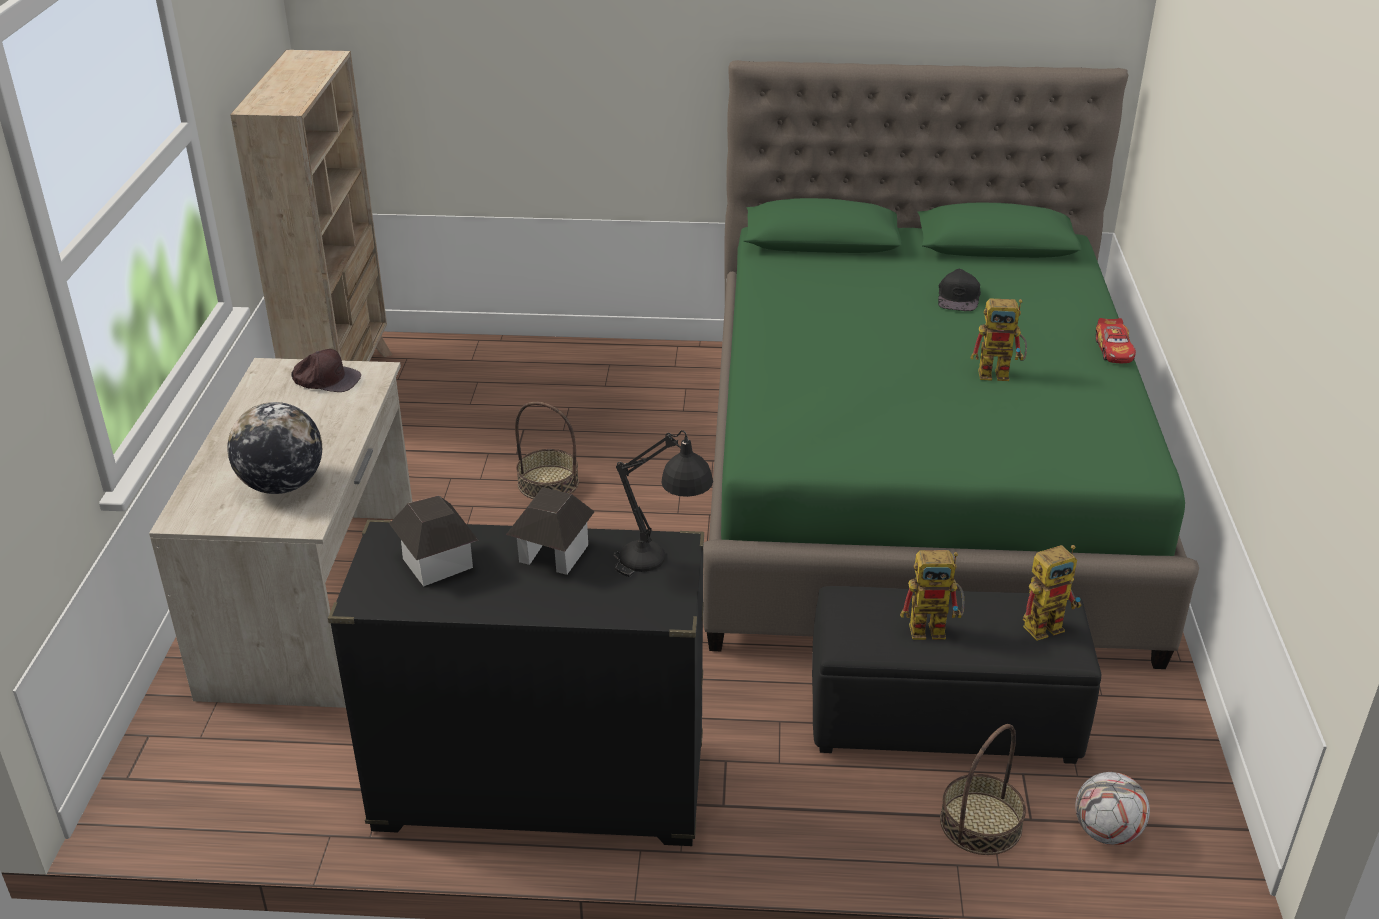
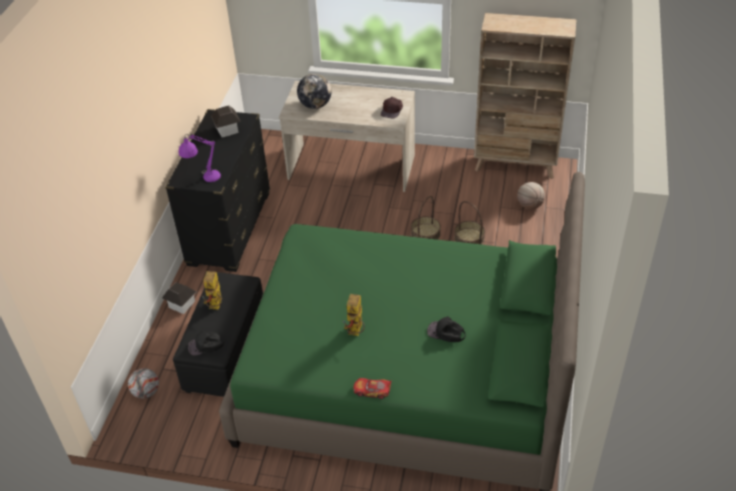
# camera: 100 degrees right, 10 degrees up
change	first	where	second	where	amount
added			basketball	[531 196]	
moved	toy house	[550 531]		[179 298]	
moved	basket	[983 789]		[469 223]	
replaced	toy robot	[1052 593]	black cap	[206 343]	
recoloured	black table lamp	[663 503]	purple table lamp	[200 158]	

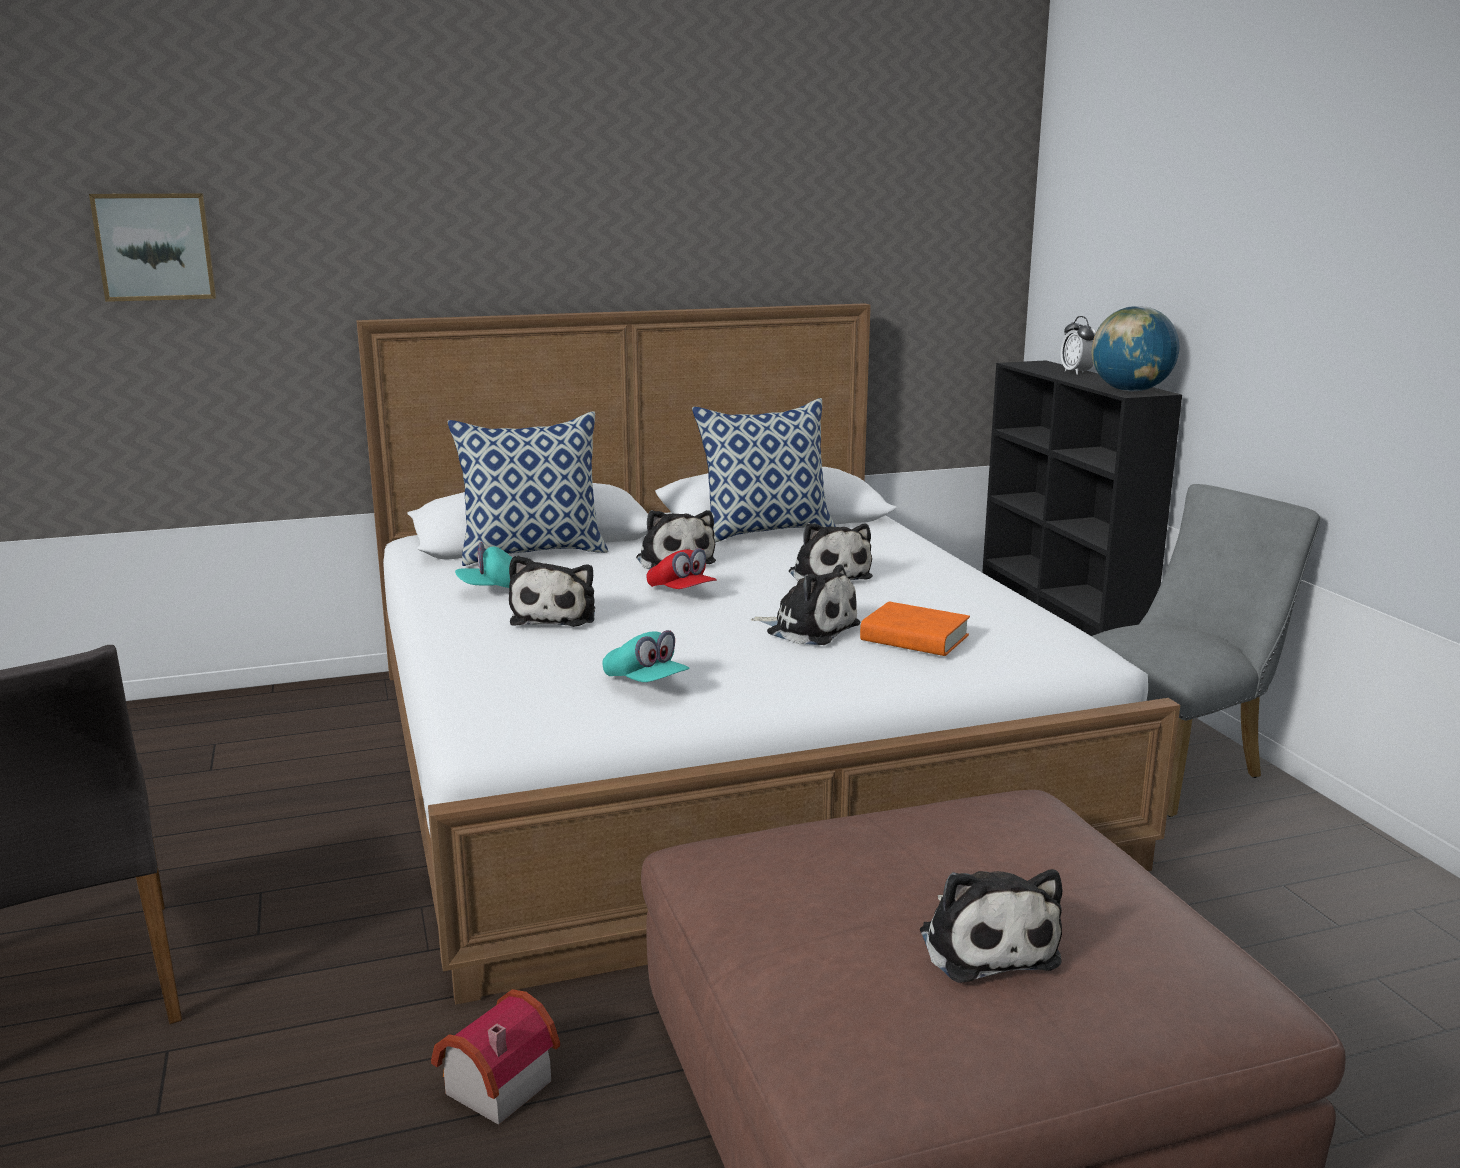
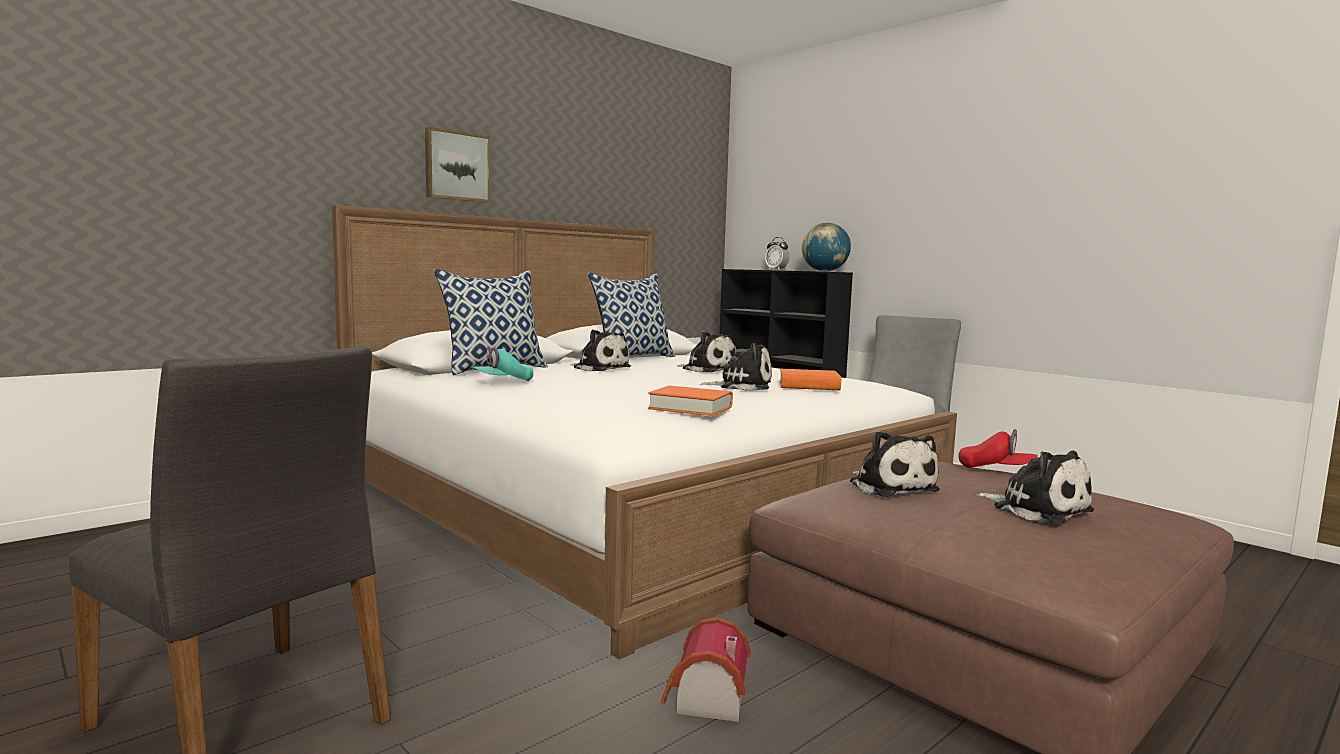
# camera: 25 degrees left, 10 degrees down
change	first	where	second	where	amount
moved	picture	[152 247]		[458 165]	
moved	plush toy	[552 591]		[895 464]	
moved	red cap	[682 568]		[998 448]	
replaced	turquoise cap	[646 656]	orange book	[690 401]	

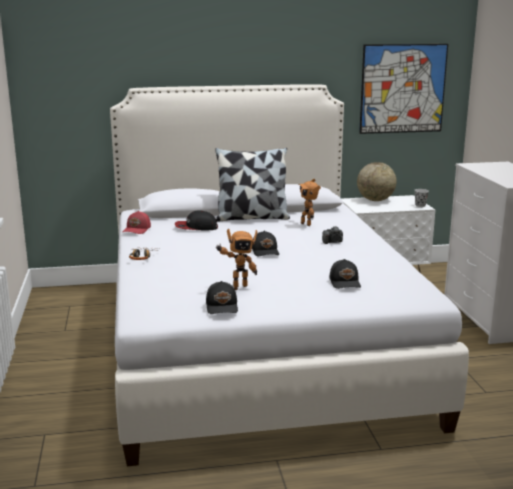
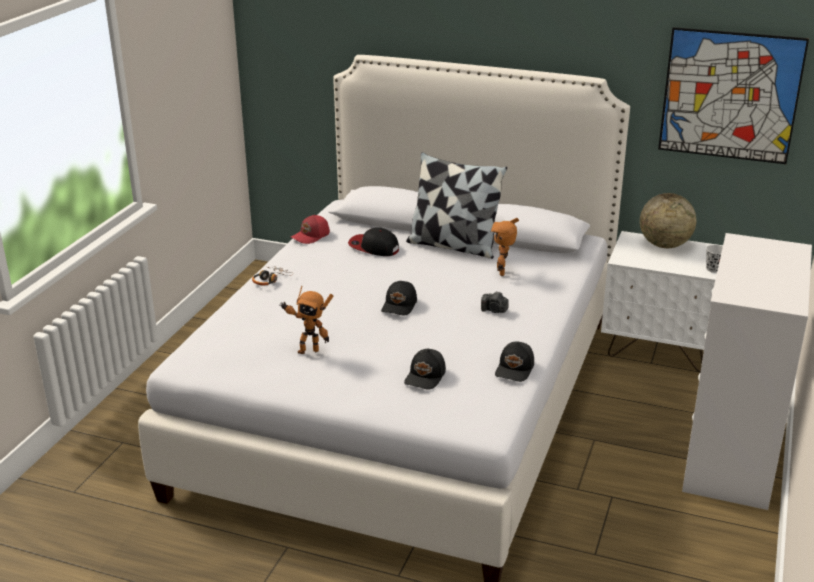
# camera: 30 degrees right, 10 degrees up
change	first	where	second	where	amount
moved	black cap	[222 297]		[514 361]	

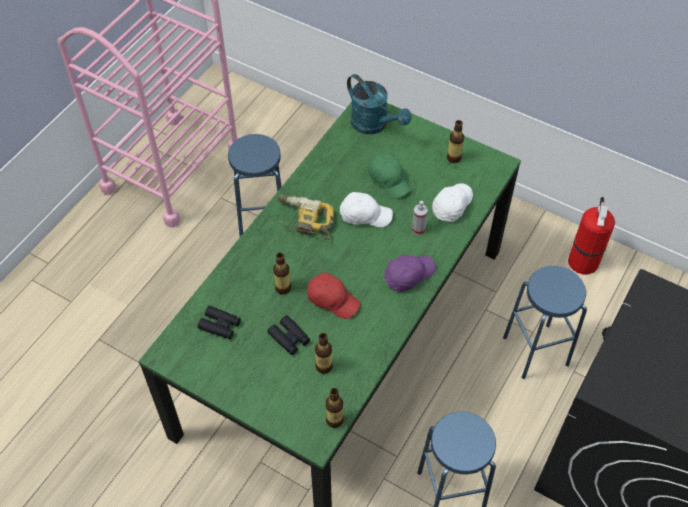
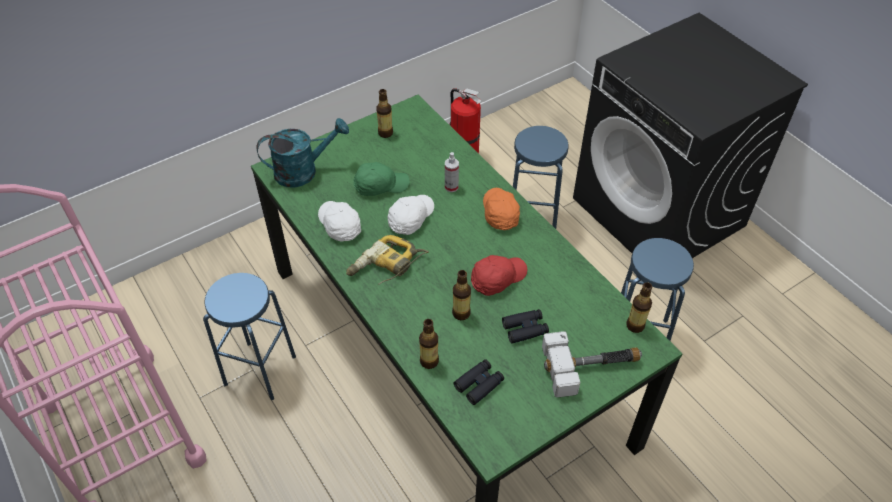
# camera: 65 degrees left, 5 degrees down
change	first	where	second	where	amount
added			hammer	[592 364]	
moved	bottle	[324 353]		[429 344]	
moved	white cap	[452 202]		[339 221]	
recoloured	purple cap	[410 273]	orange cap	[501 209]	

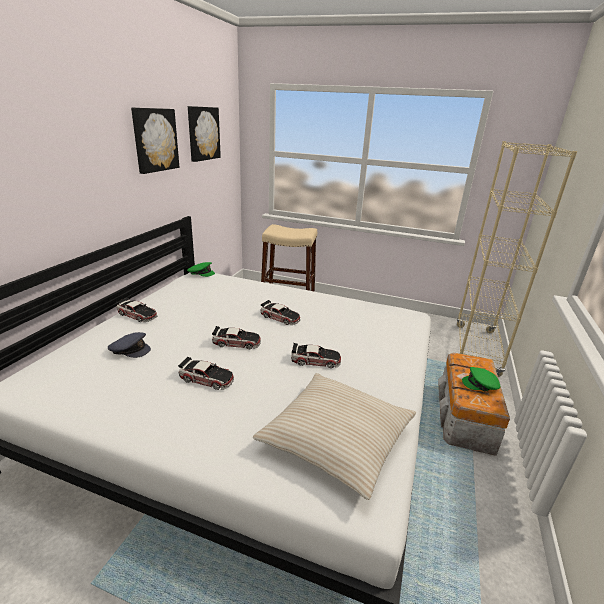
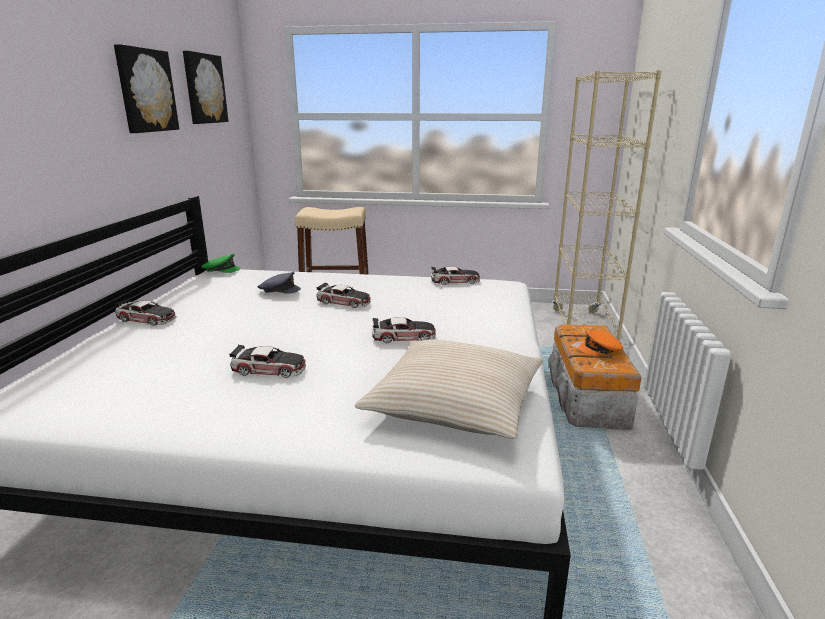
# camera: 10 degrees left, 5 degrees down
change	first	where	second	where	amount
moved	grey cap	[129 345]		[279 283]	
moved	toy car	[236 337]		[455 275]	
recoloured	green cap	[481 379]	orange cap	[600 342]	

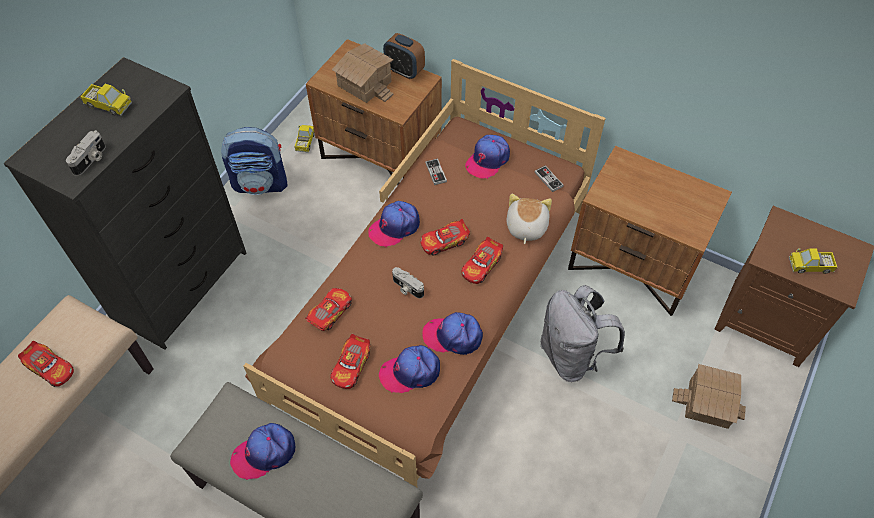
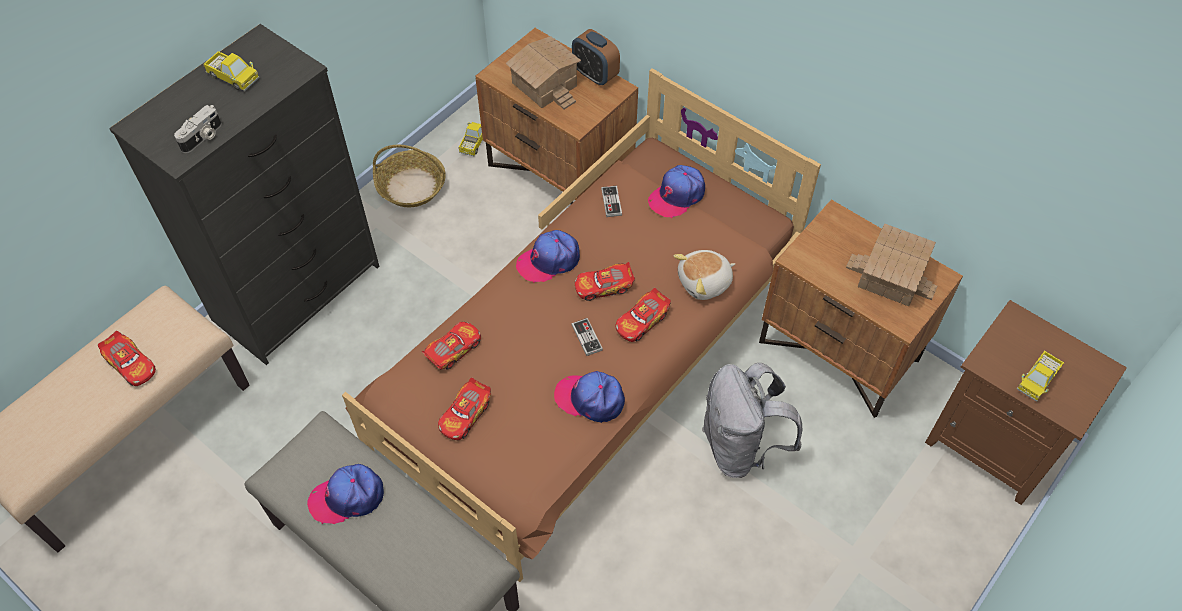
# camera: 10 degrees right, 0 degrees up
change	first	where	second	where	amount
removed	cap	[409 369]			
removed	photo camera	[408 282]			
moved	game controller	[549 178]		[587 337]	
moved	toy house	[709 396]		[891 265]	
replaced	backpack	[254 161]	basket	[409 176]	
turned	plush toy	[529 219]		[704 275]	135 degrees counterclockwise
turned	toy truck	[813 261]		[1040 376]	60 degrees counterclockwise

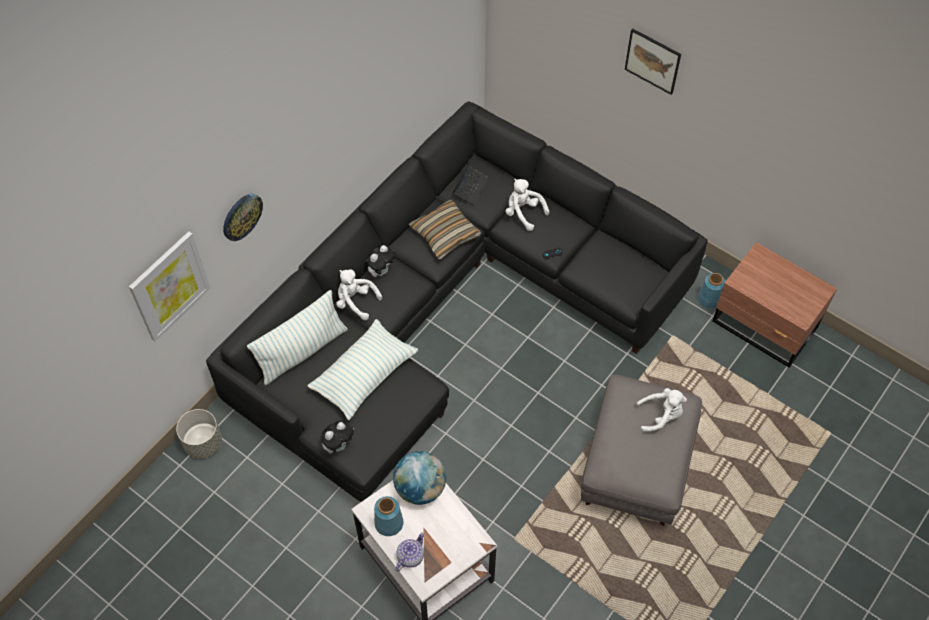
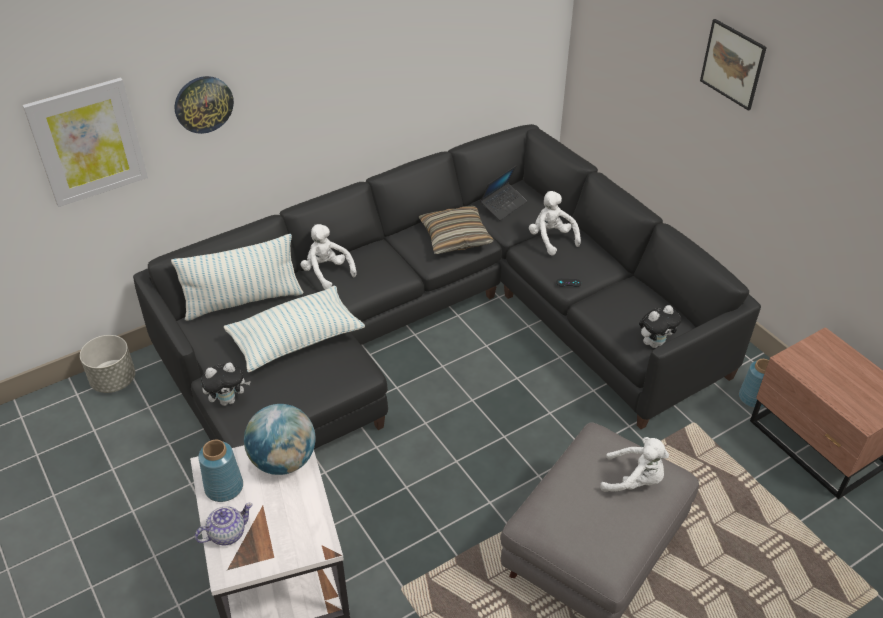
# camera: 20 degrees right, 15 degrees down
change	first	where	second	where	amount
moved	plush toy	[380 261]		[660 326]	

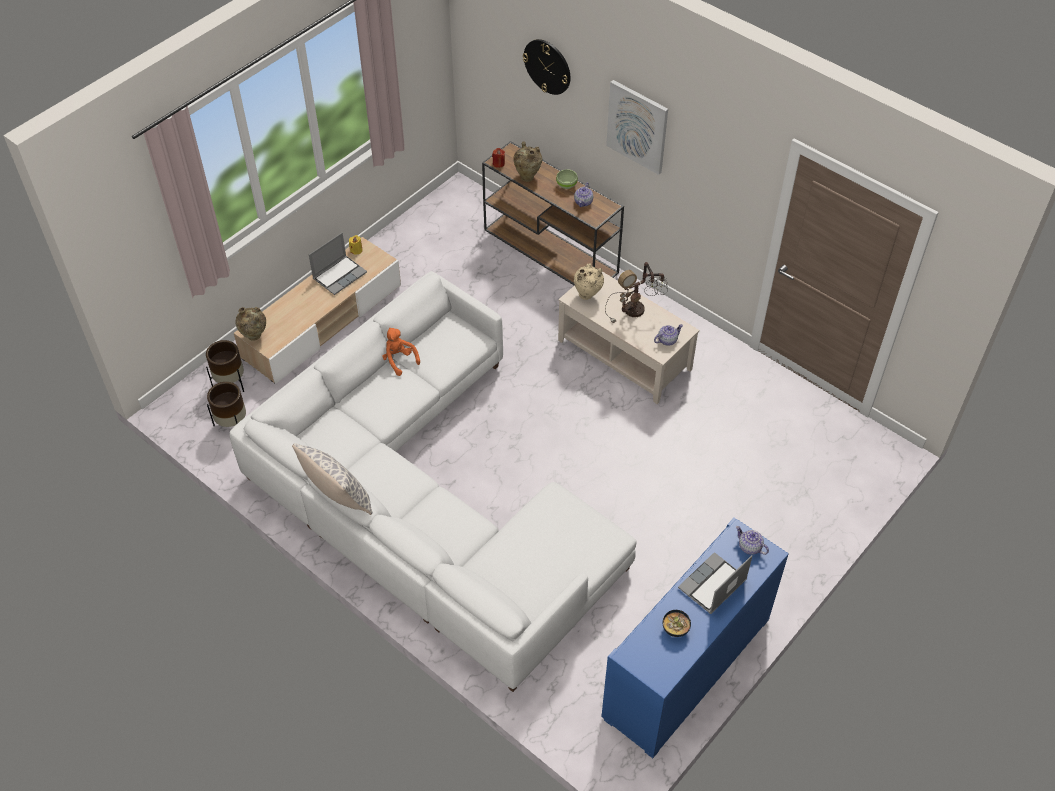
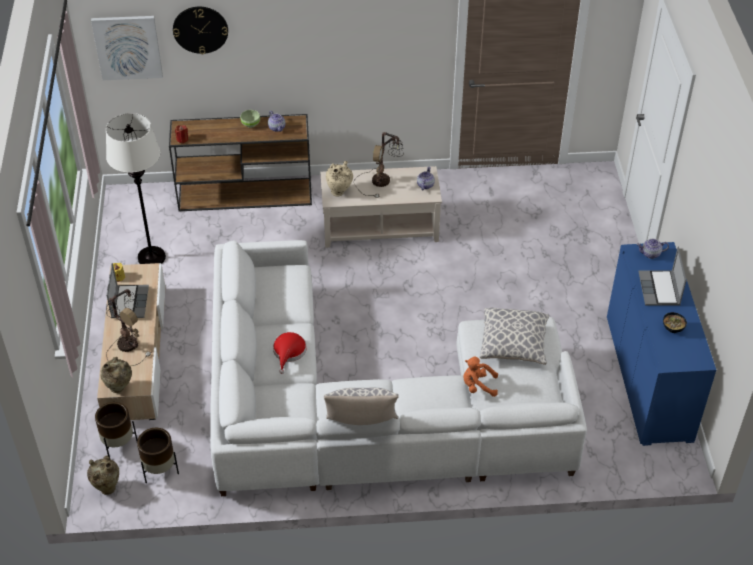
# camera: 45 degrees left, 5 degrees down
change	first	where	second	where	amount
added			white floor lamp	[136 188]	
added			table lamp	[128 327]	
added			red hat	[289 353]	
added			pillow	[514 336]	
moved	orange plush toy	[401 351]		[480 376]	
moved	beige vase	[527 161]		[103 475]	
moved	picture	[637 127]		[127 48]	

